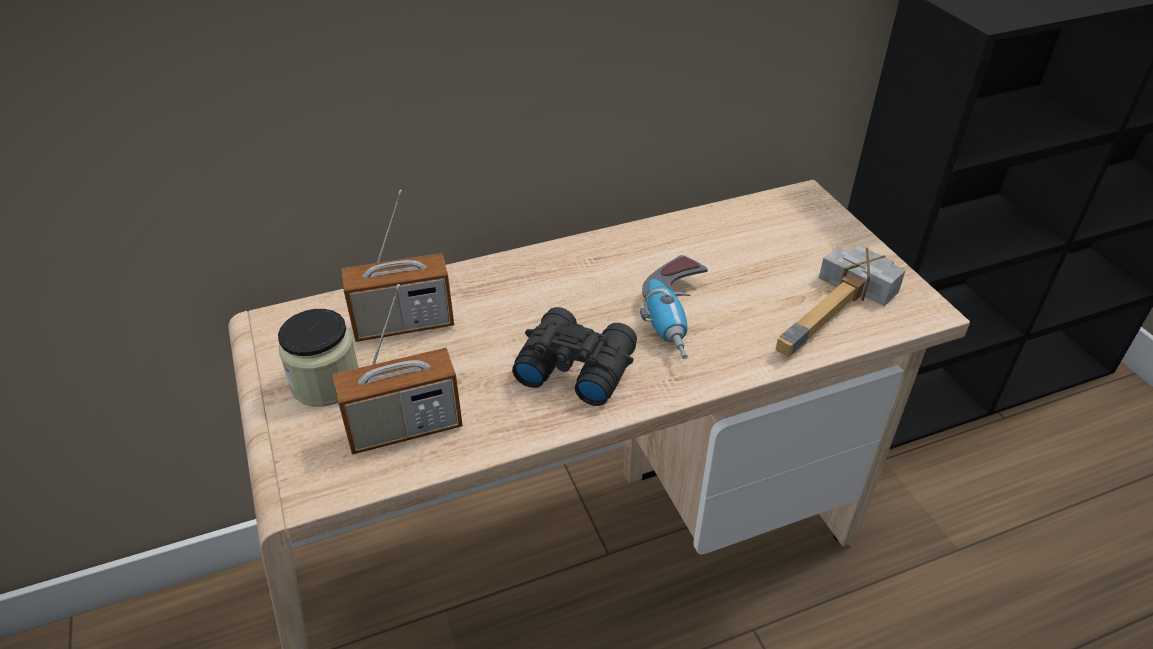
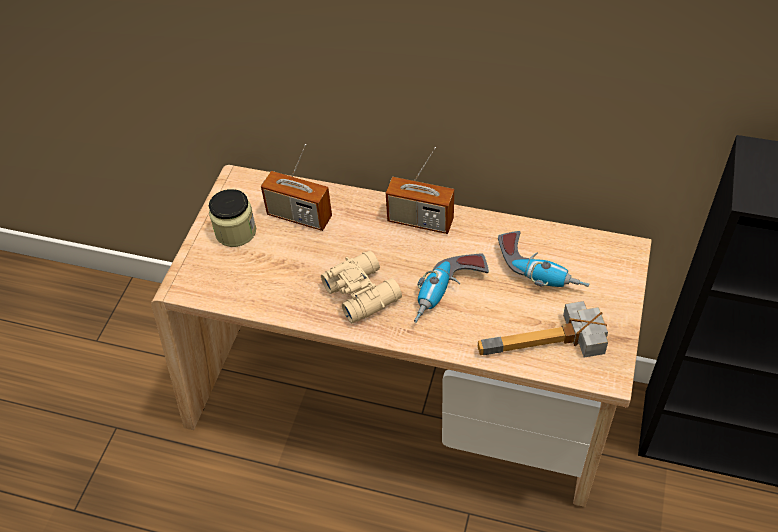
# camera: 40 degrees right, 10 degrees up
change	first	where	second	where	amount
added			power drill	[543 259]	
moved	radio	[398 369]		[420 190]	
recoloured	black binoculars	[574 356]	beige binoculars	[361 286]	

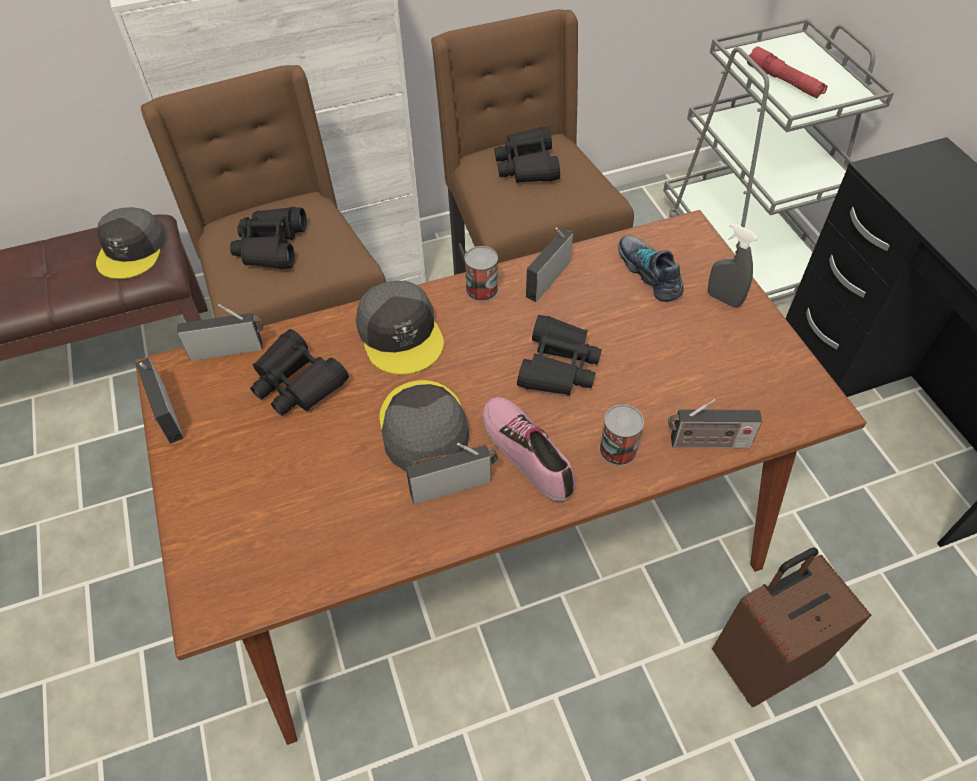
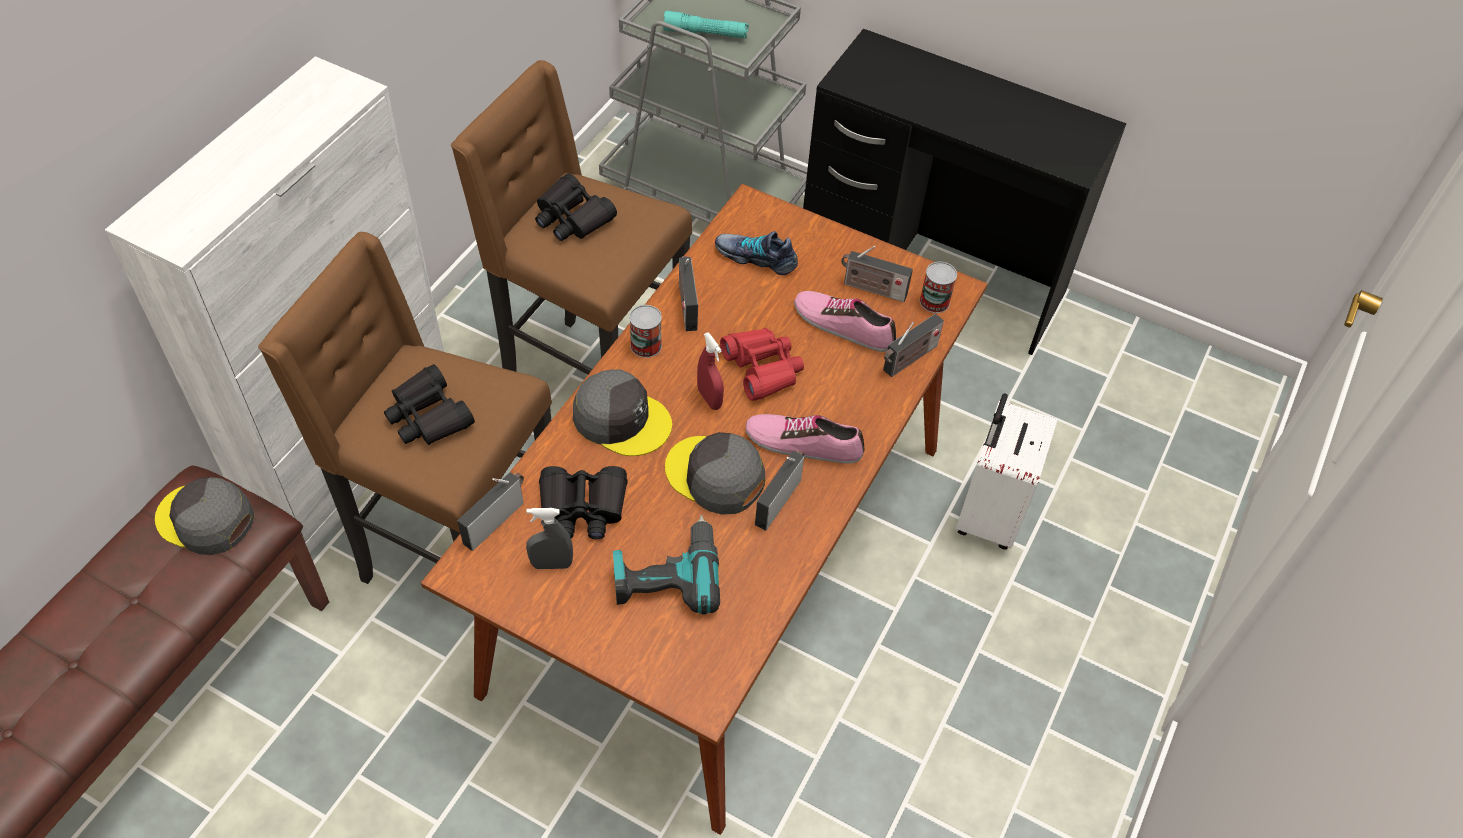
# camera: 45 degrees left, 0 degrees up
change	first	where	second	where	amount
added			power drill	[666 564]	
added			red spray bottle	[710 371]	
added			shoe	[845 321]	
moved	radio	[160 401]		[877 274]	
moved	can	[621 435]		[938 287]	
moved	grey spray bottle	[733 265]		[549 538]	
recoloured	black binoculars	[559 355]	red binoculars	[762 364]	
recoloured	brown suitcase	[791 627]	white suitcase	[1007 471]	
recoloured	red flashlight	[787 72]	turquoise flashlight	[706 24]	
turned	grey cap	[130 243]		[205 516]	150 degrees clockwise

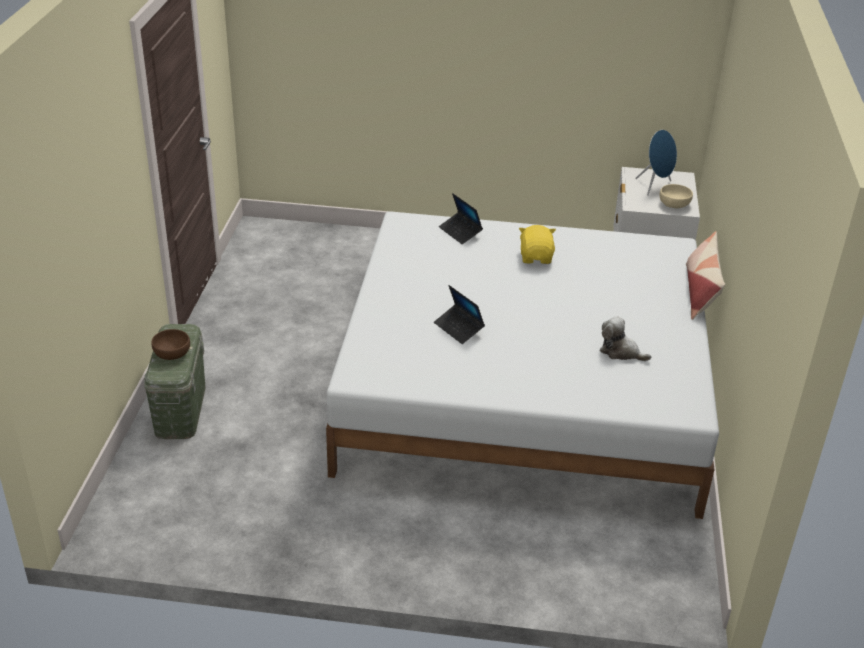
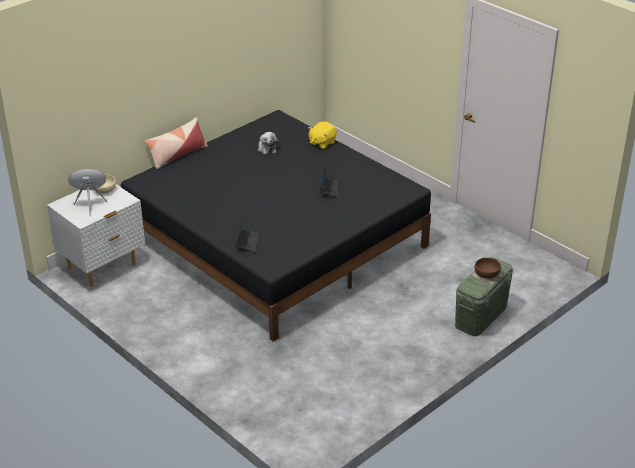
# camera: 140 degrees left, 0 degrees up
change	first	where	second	where	amount
moved	yellow plush toy	[537 244]		[322 135]	
recoloured	white bed	[522 365]	black bed	[276 225]	

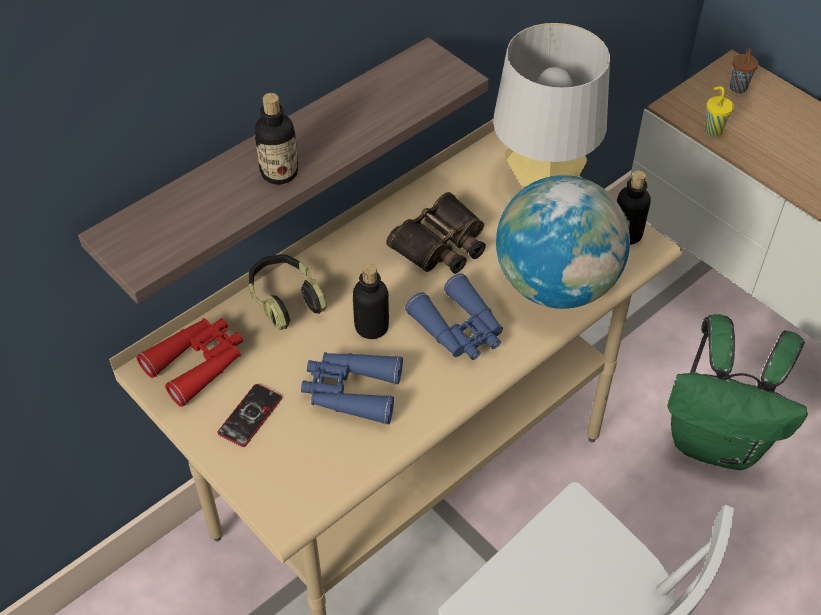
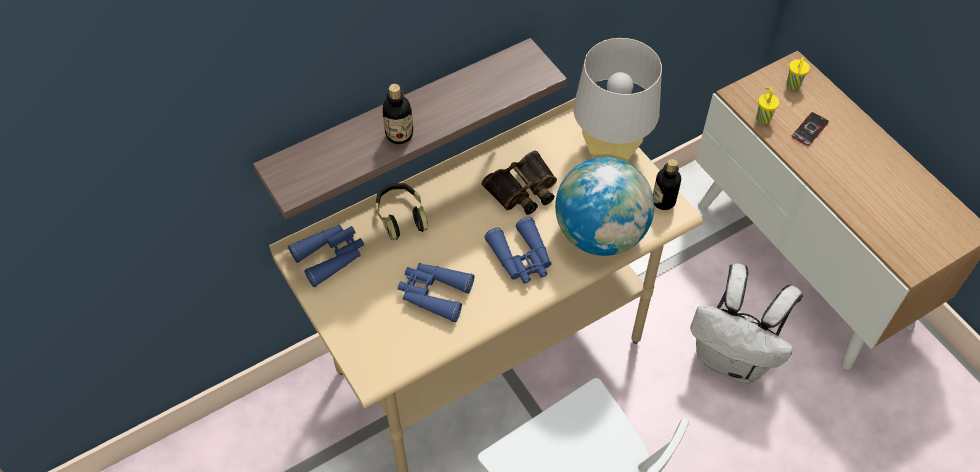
# camera: 10 degrees right, 5 degrees up
change	first	where	second	where	amount
removed	bottle	[371 301]			
moved	phone	[249 415]		[810 129]	
recoloured	red binoculars	[189 362]	blue binoculars	[326 255]	
recoloured	green backpack	[737 392]	white backpack	[746 324]	
recoloured	brown cup	[744 70]	yellow cup	[798 73]	

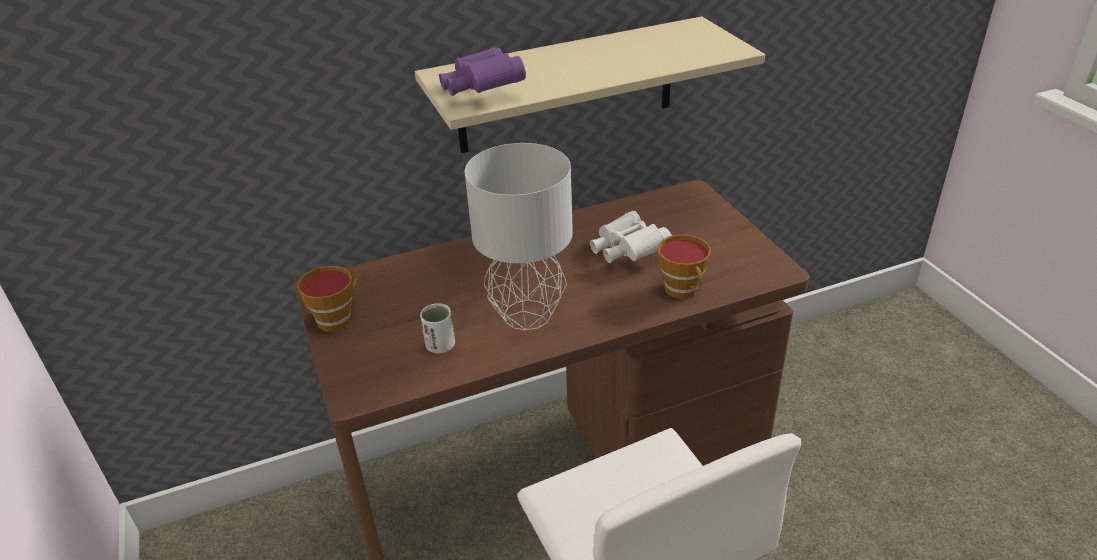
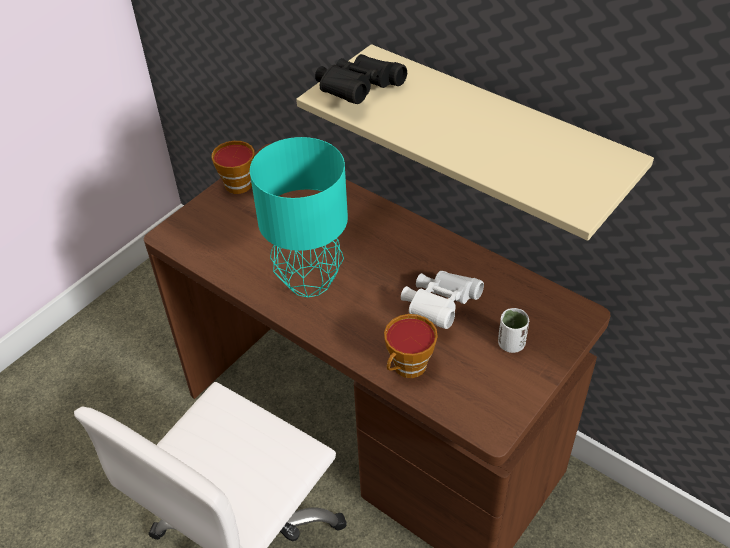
# camera: 60 degrees right, 10 degrees up
change	first	where	second	where	amount
moved	white cup	[437 328]		[513 330]	
recoloured	purple binoculars	[482 71]	black binoculars	[361 79]	
recoloured	grey table lamp	[519 236]	turquoise table lamp	[299 217]	

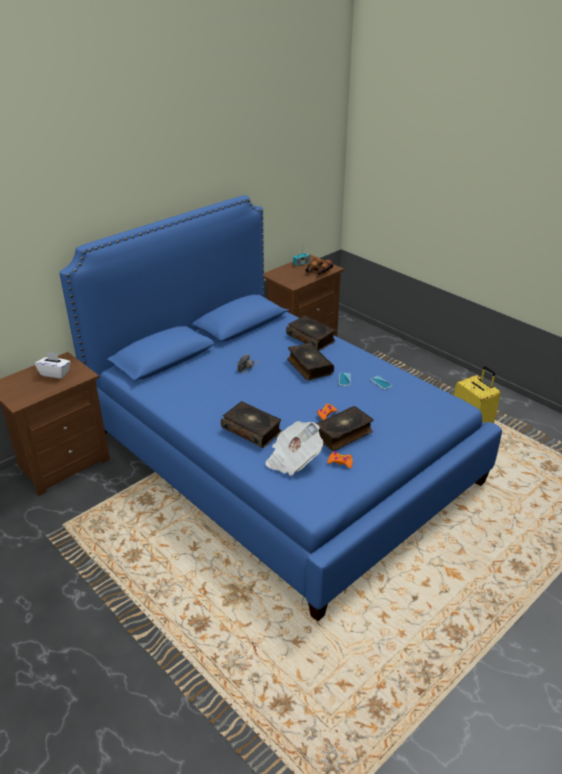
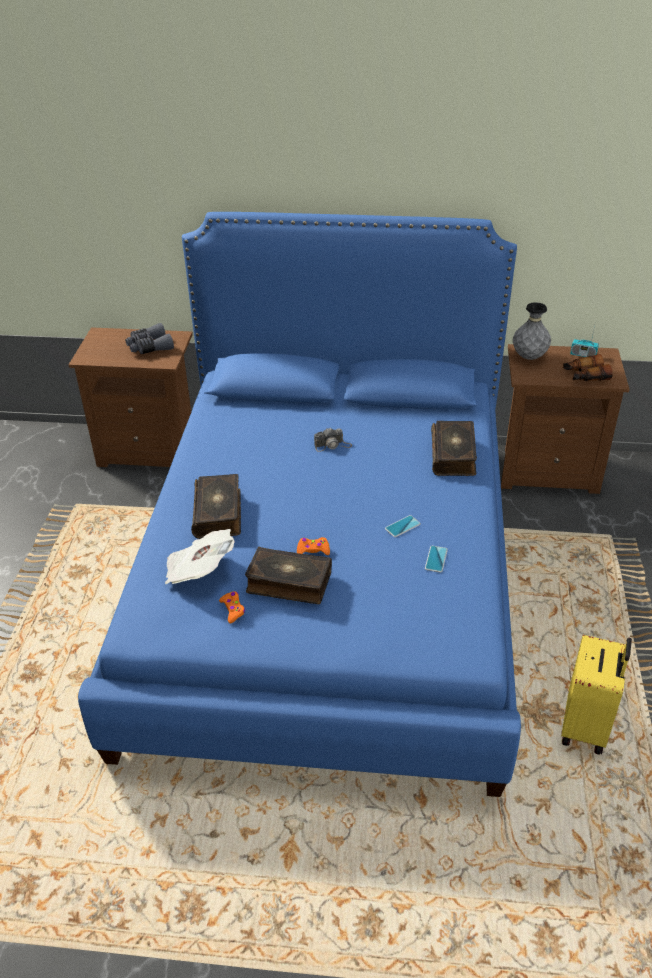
# camera: 50 degrees right, 5 degrees up
change	first	where	second	where	amount
removed	book	[310 362]			
added			grey vase	[532 331]	
replaced	white tissue box	[52 365]	grey binoculars	[149 338]	

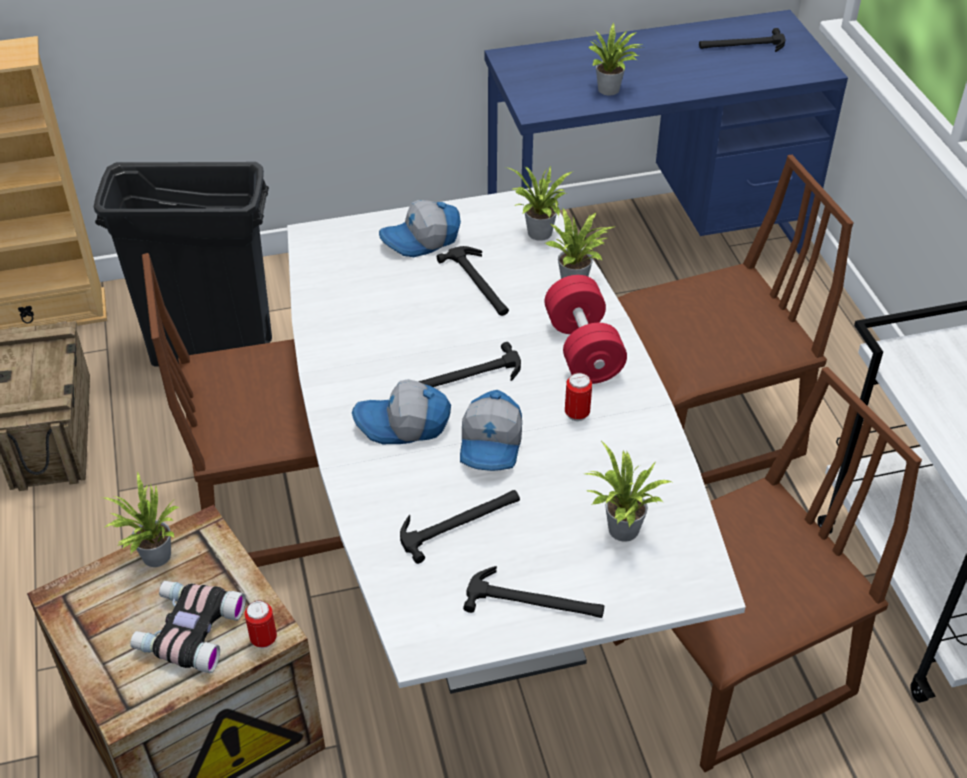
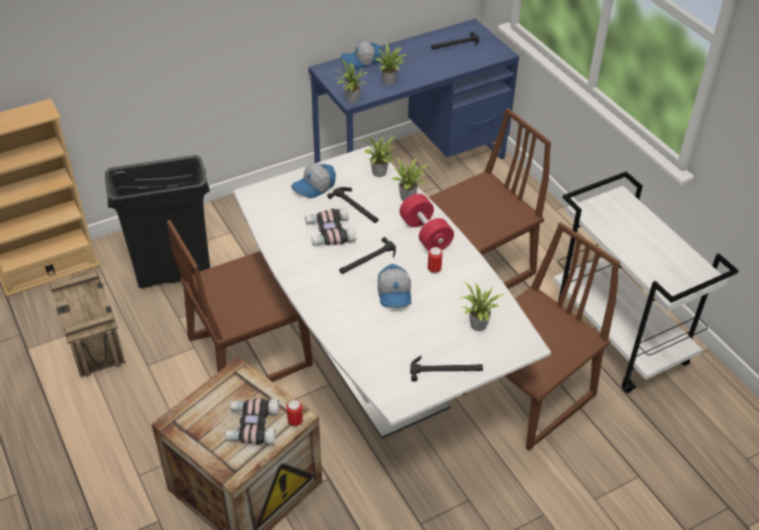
# camera: 15 degrees left, 0 degrees up
change	first	where	second	where	amount
removed	hammer	[460 527]			
added			binoculars	[330 226]	
moved	potted plant	[141 519]		[351 81]	
moved	cap	[401 411]		[361 55]	

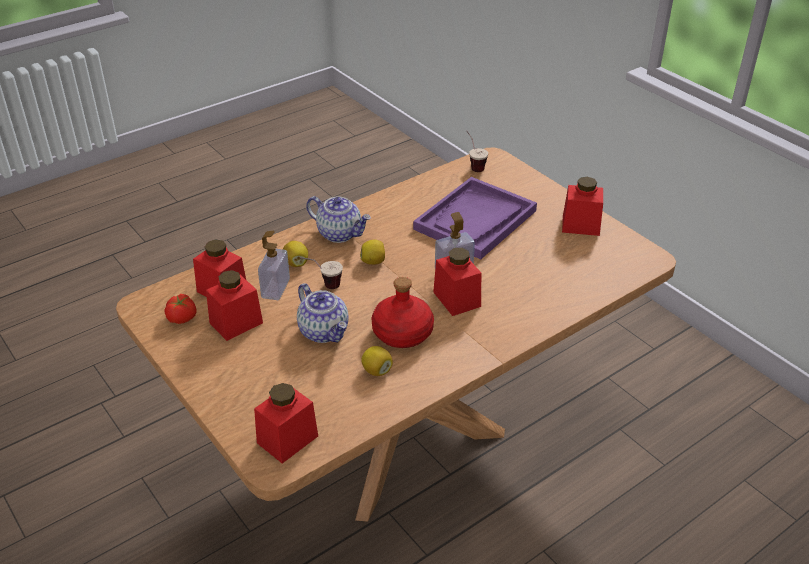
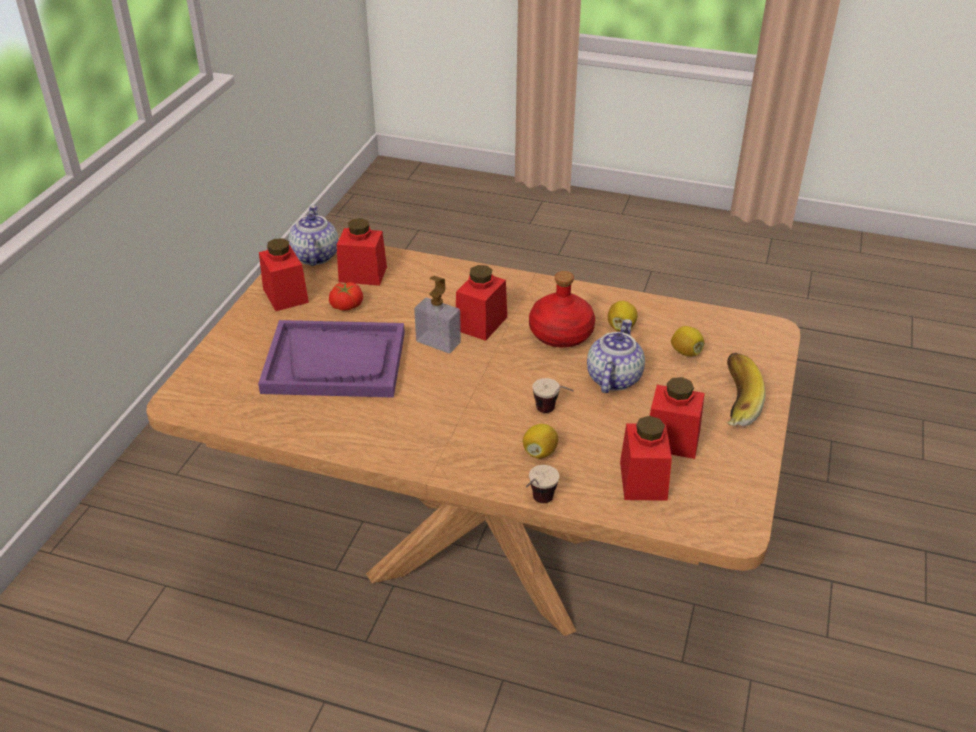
# camera: 125 degrees left, 0 degrees up
change	first	where	second	where	amount
removed	soap dispenser	[274 265]			
added			banana	[746 389]	
moved	tomato	[181 309]		[346 296]	
moved	red jar	[286 423]		[362 252]	
moved	teapot	[338 219]		[313 235]	
moved	lemon	[372 252]		[687 341]	
moved	cup	[477 151]		[543 484]	

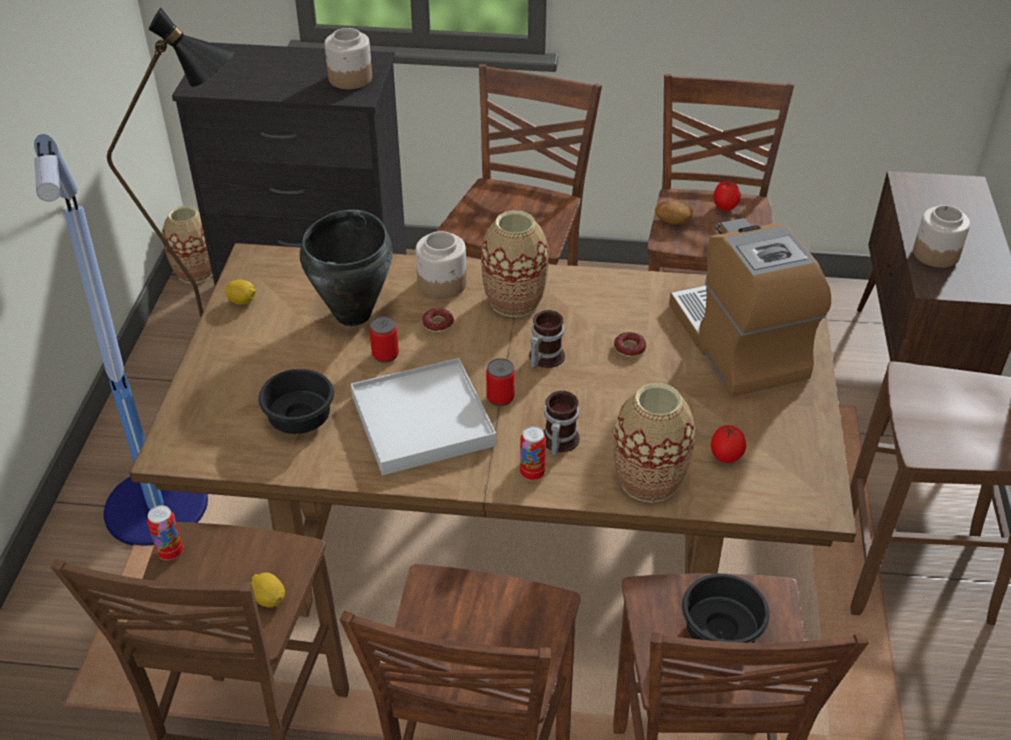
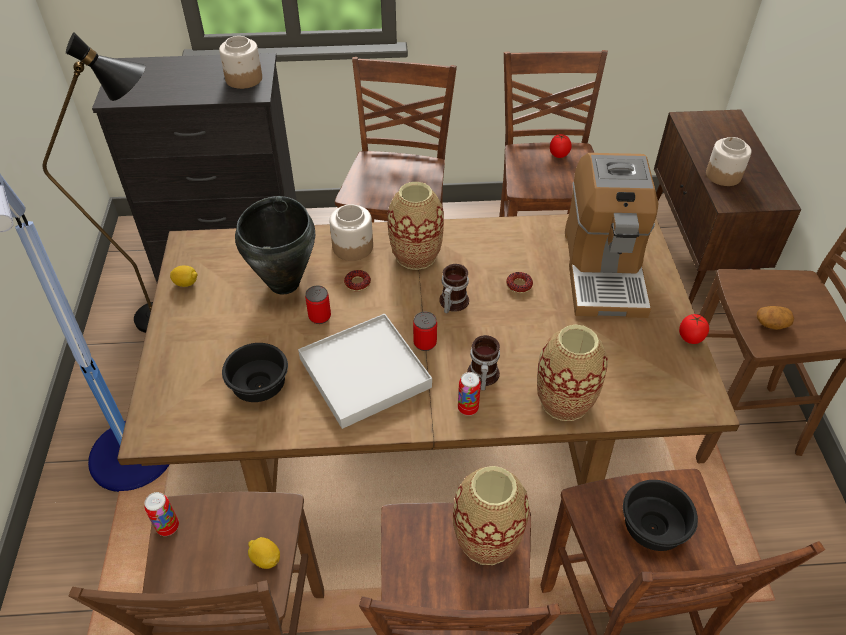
# camera: 10 degrees left, 5 degrees up
change	first	where	second	where	amount
moved	vase	[187 244]		[491 515]	
moved	potato	[674 213]		[775 318]	
moved	tomato	[728 444]		[694 329]	
turned	coffee machine	[750 307]		[612 235]	150 degrees counterclockwise

